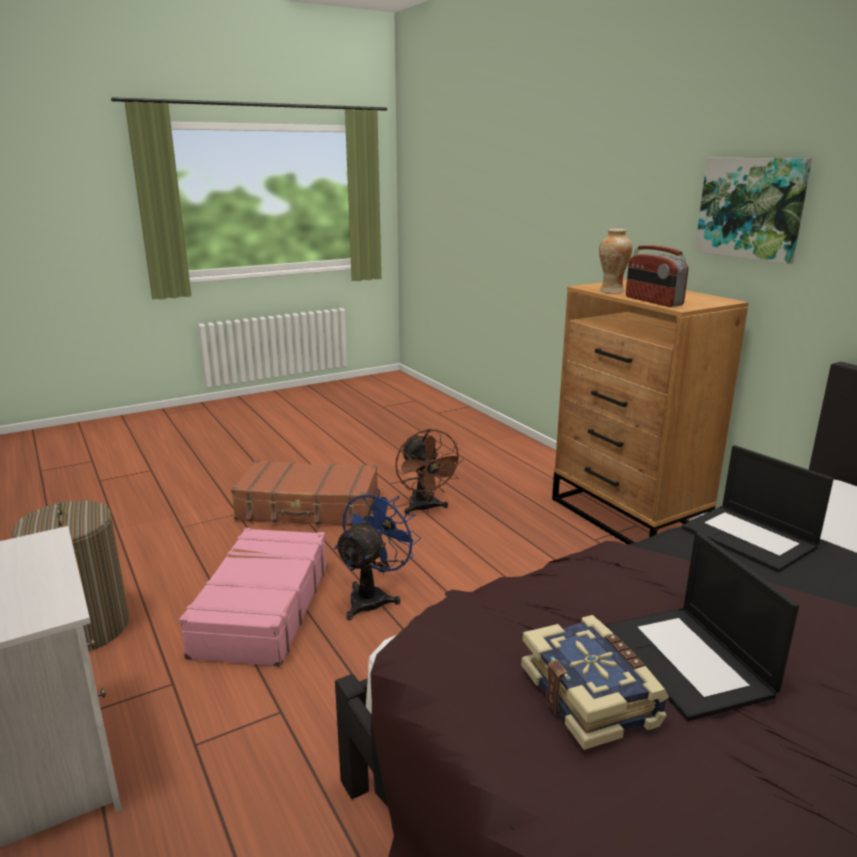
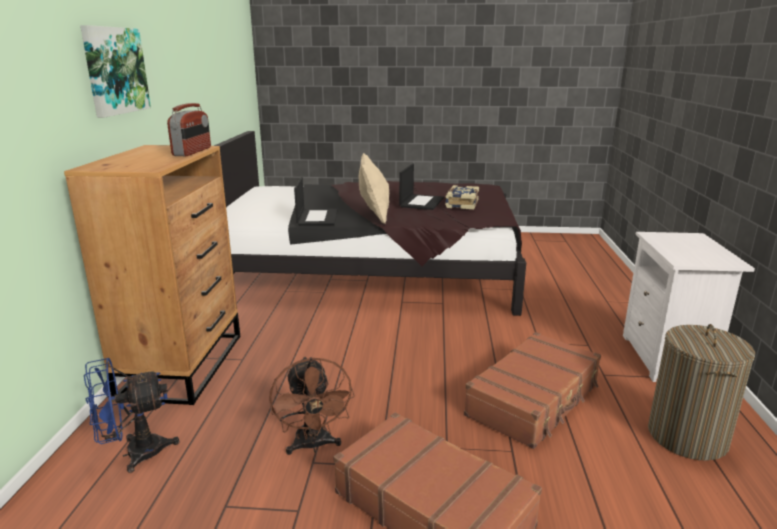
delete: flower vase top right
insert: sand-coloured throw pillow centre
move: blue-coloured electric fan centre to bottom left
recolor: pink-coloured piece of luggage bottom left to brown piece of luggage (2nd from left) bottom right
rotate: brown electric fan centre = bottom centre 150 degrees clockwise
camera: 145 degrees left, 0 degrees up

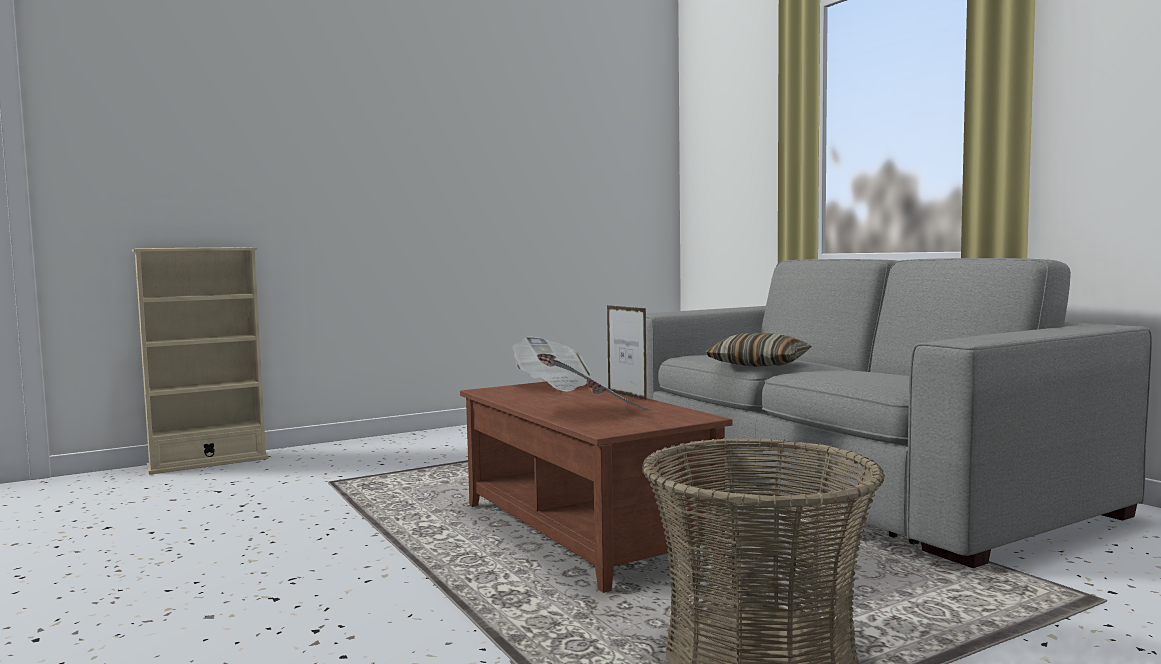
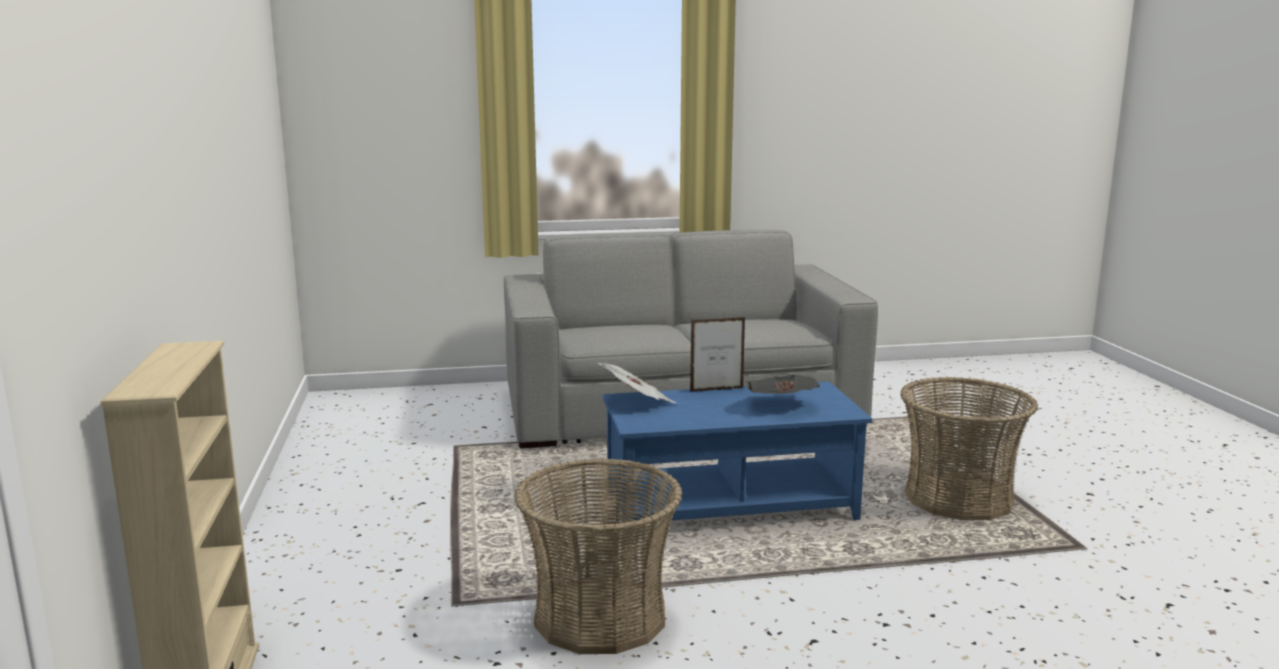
delete: throw pillow centre
insert: basket (1st from left) bottom centre
recolor: brown coffee table bottom centre to blue-coloured coffee table bottom centre
camera: 70 degrees left, 10 degrees up

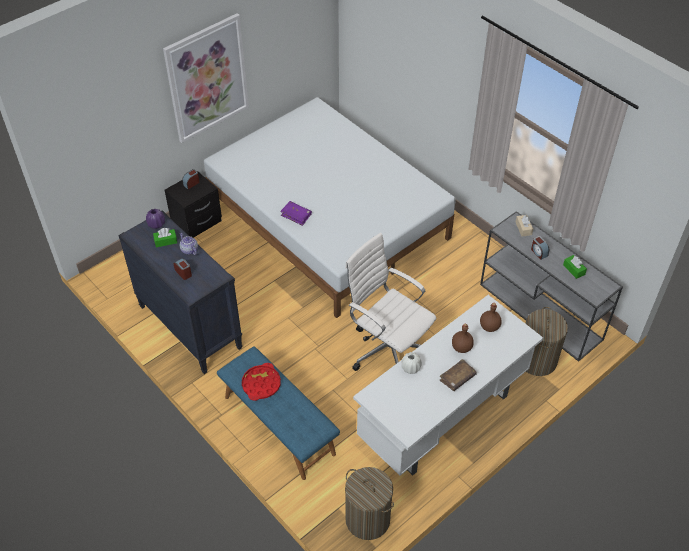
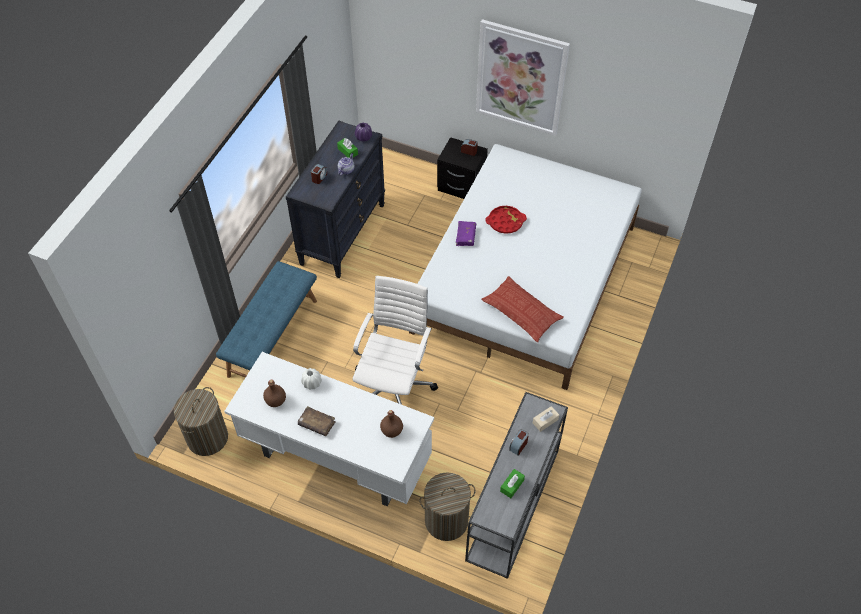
insert: throw pillow centre
move: reddish tray bottom centre to centre; brown drink bottle (1st from left) middle right to middle left
camera: 65 degrees right, 5 degrees up

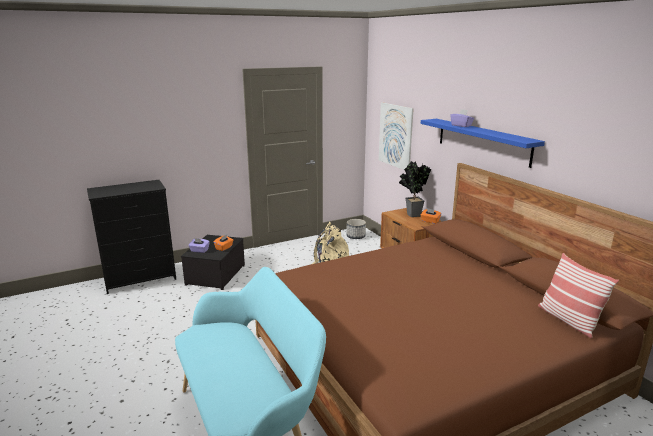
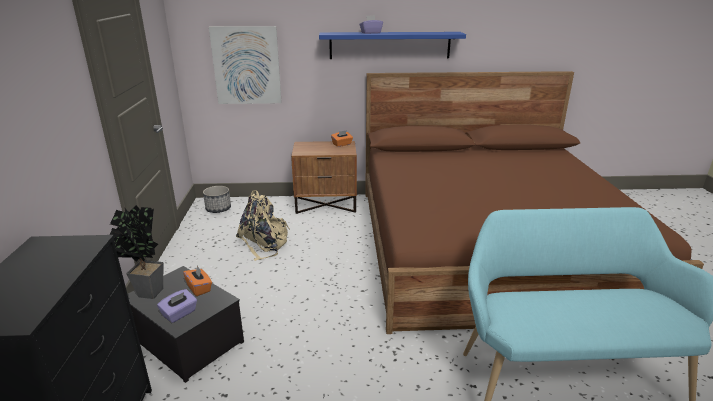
delete: throw pillow bottom right
move: houseplant centre to middle left
camera: 65 degrees left, 5 degrees up

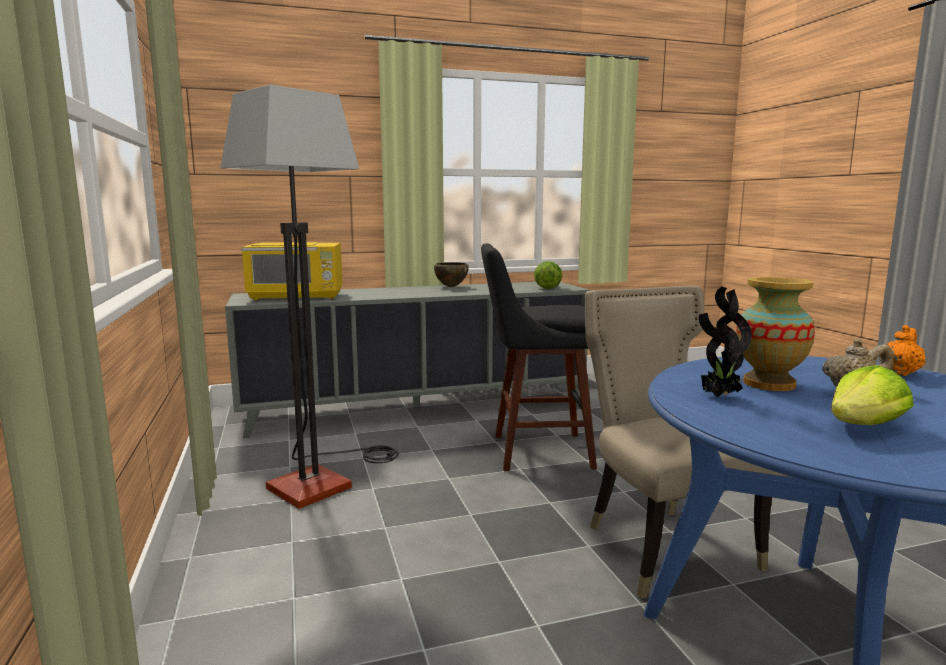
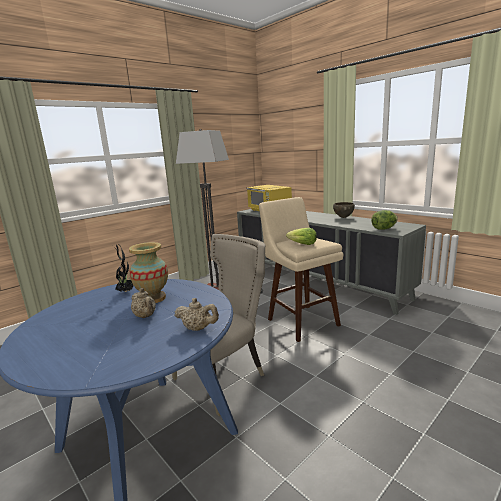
move: head of lettuce (2nd from left in the first image) middle right to head of lettuce (1st from left) centre
recolor: black stool seat centre to sand-coloured stool seat centre; orangey teapot middle right to sand-coloured teapot (2nd from left) centre
camera: 65 degrees right, 5 degrees up

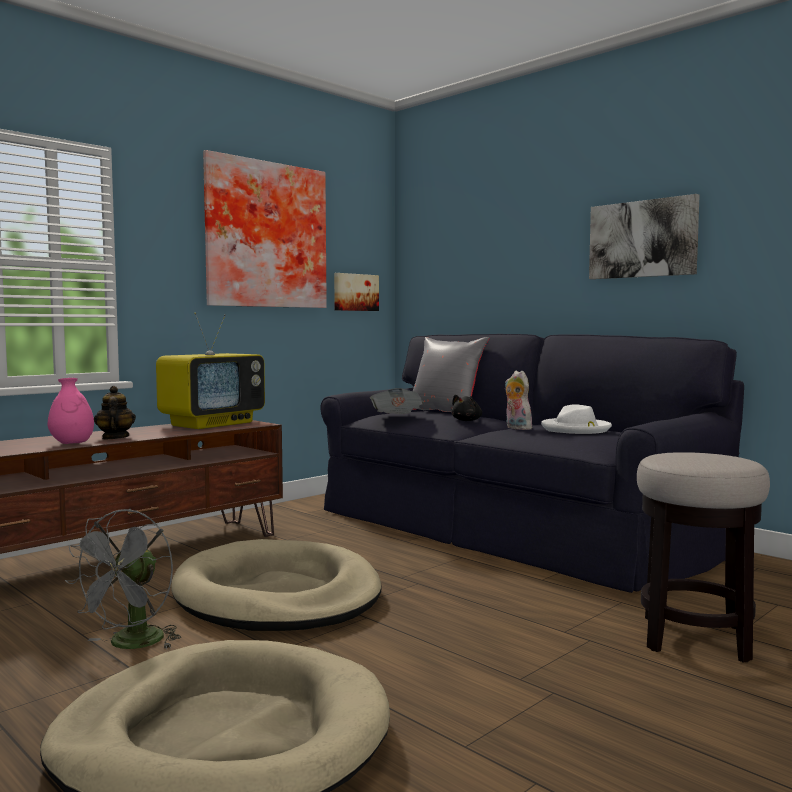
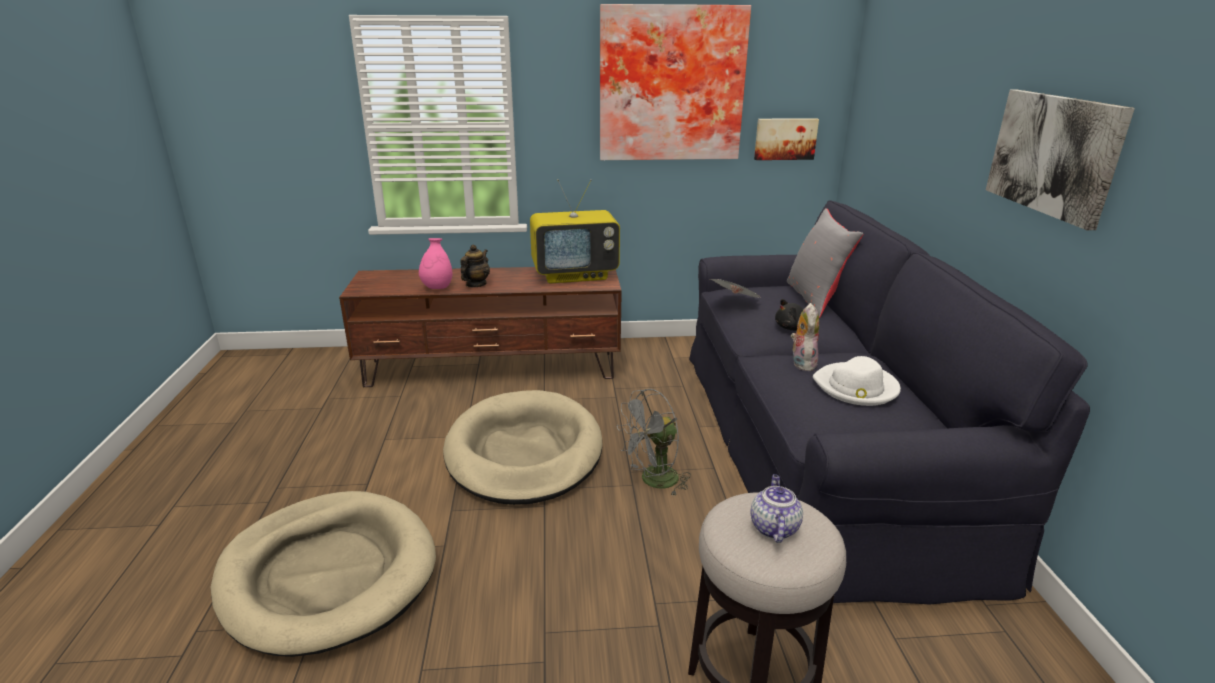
insert: teapot (2nd from left) bottom centre
move: greyish electric fan bottom left to centre
camera: 40 degrees right, 20 degrees up

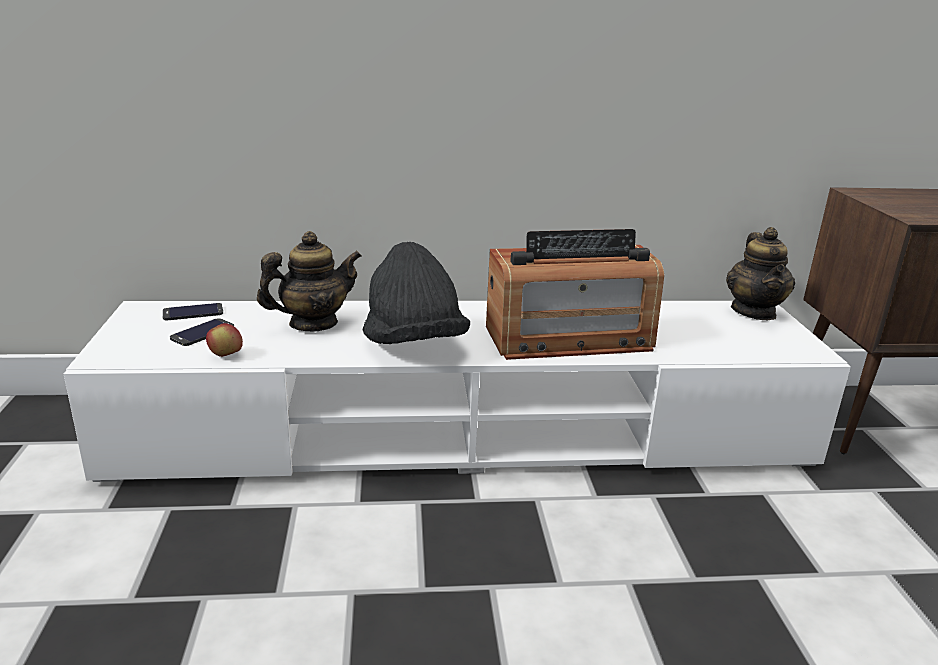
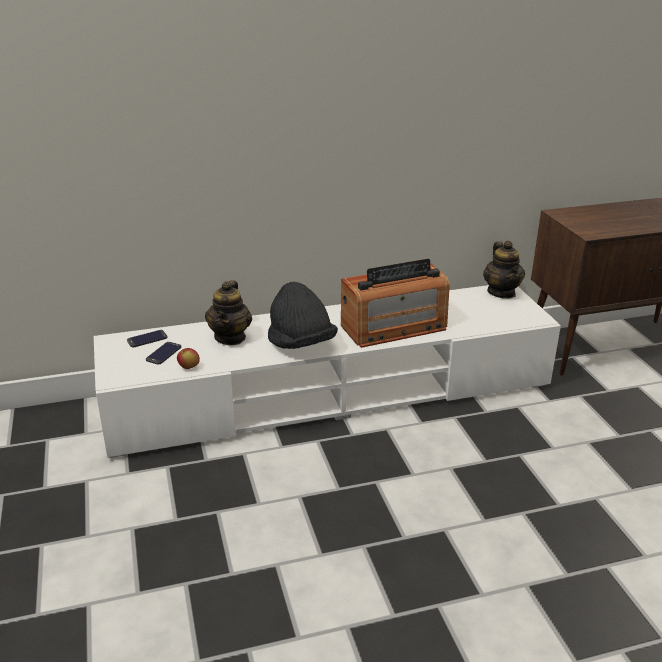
rotate: teapot (1st from left) middle left = centre 135 degrees clockwise
camera: 10 degrees left, 5 degrees up

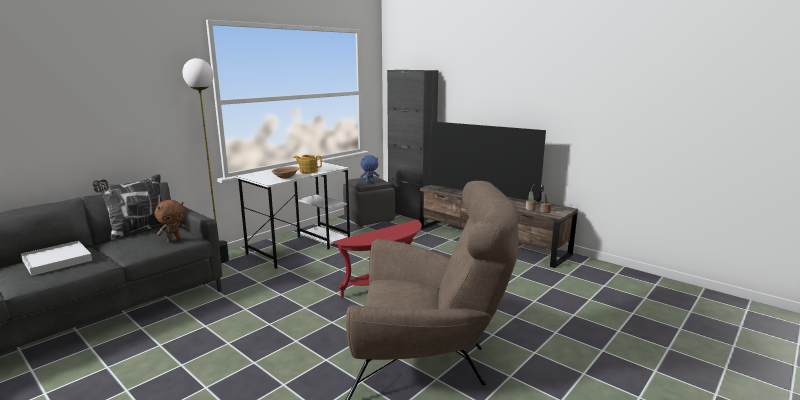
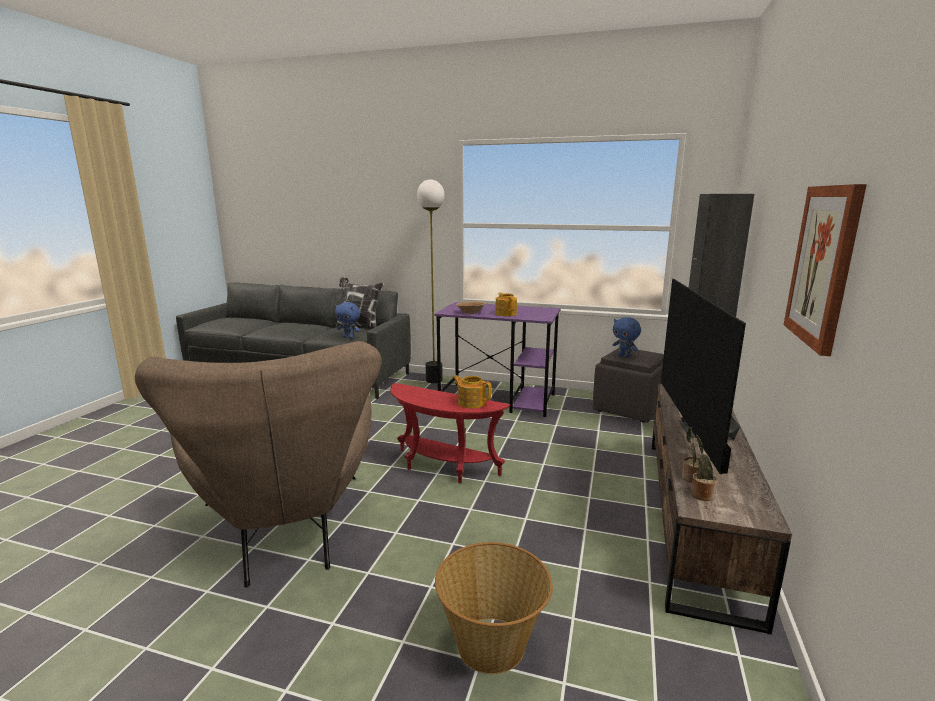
delete: white-coloured tray middle left
insert: basket bottom centre; teapot (1st from left) centre; picture middle right
recolor: brown plush toy middle left to blue-coloured plush toy (1st from left) centre; white-coloured desk table centre to purplish desk table centre
camera: 65 degrees right, 0 degrees up

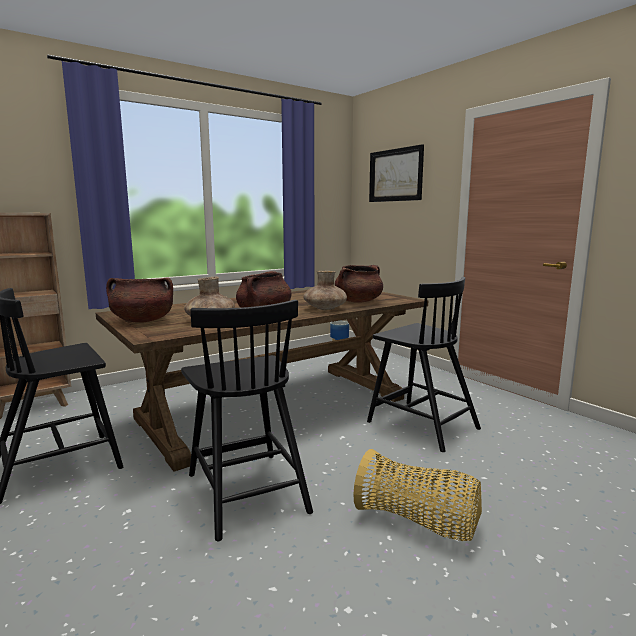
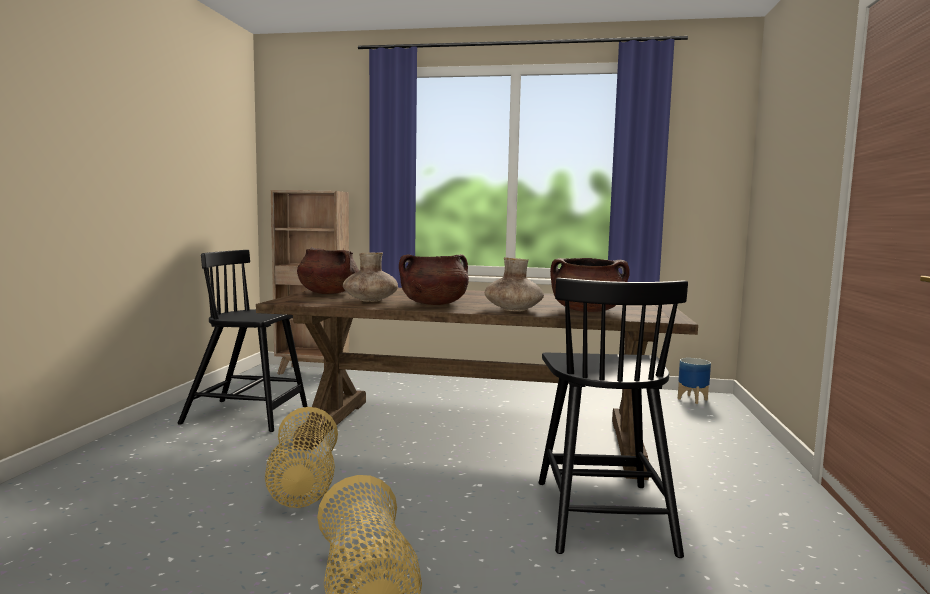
delete: picture top centre
replace: black upright chair (2nd from left) centre to basket (1st from left) bottom left
camera: 45 degrees right, 5 degrees down

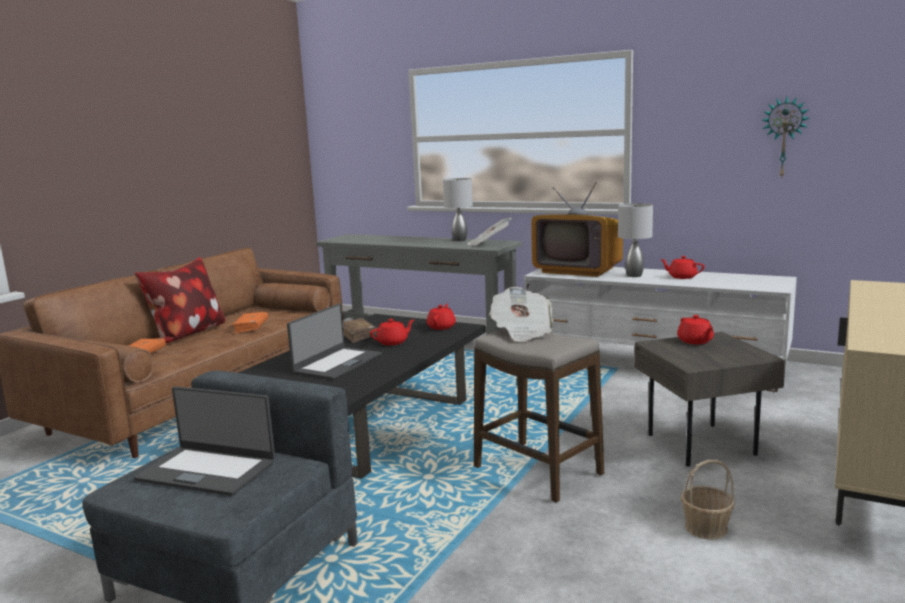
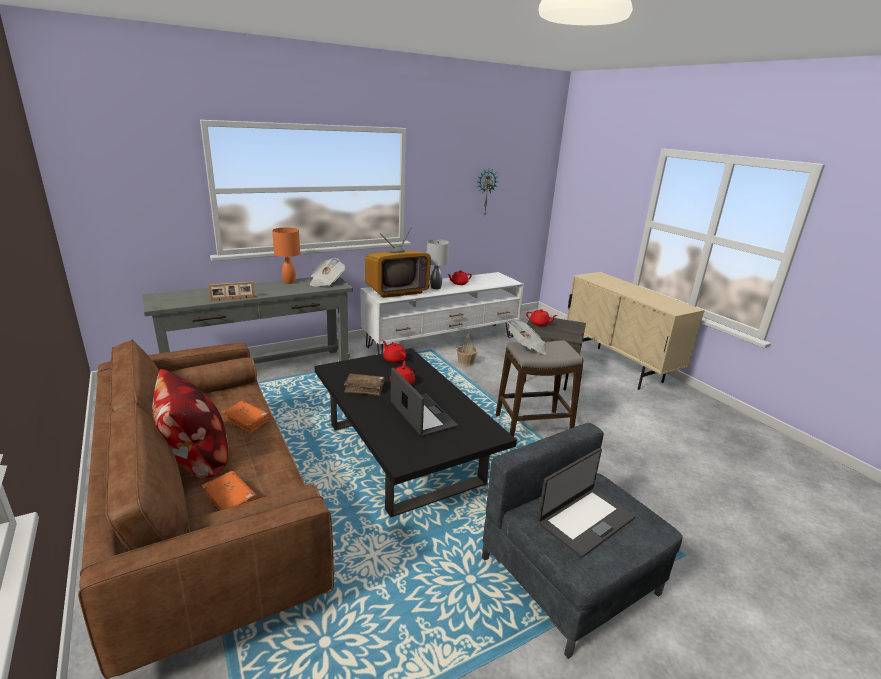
insert: photo frame middle left
move: basket bottom right to centre
recolor: greyish lamp for a table (1st from left) centre to orangey lamp for a table middle left
camera: 60 degrees left, 10 degrees up

